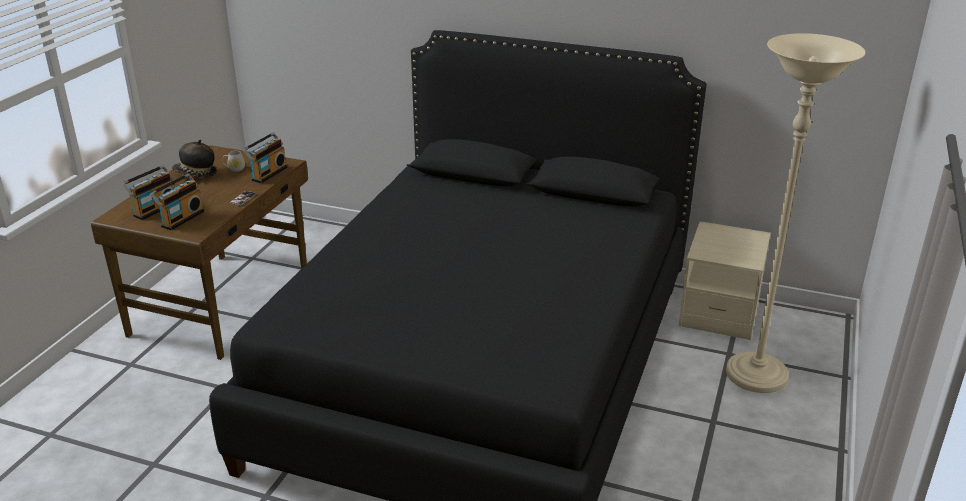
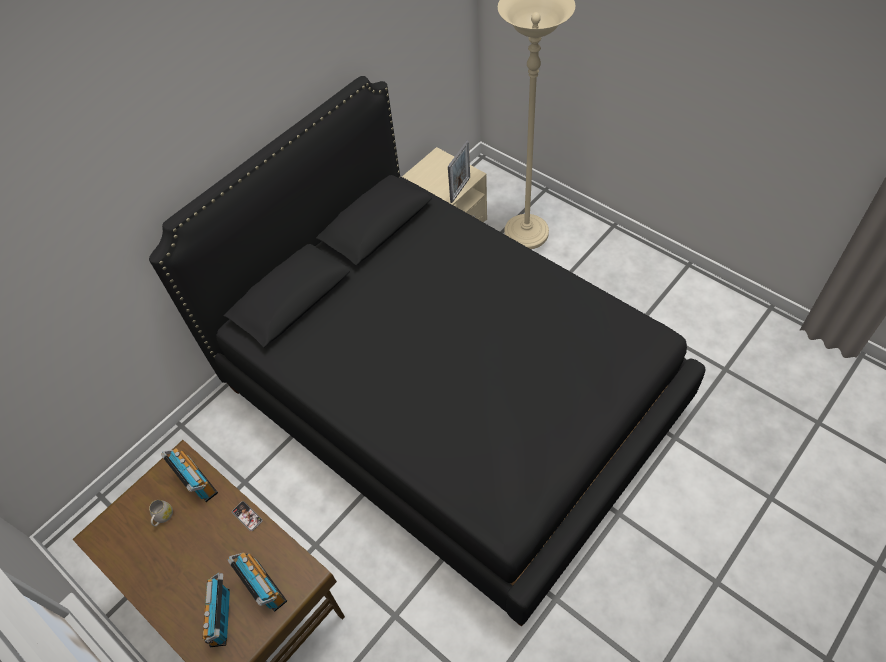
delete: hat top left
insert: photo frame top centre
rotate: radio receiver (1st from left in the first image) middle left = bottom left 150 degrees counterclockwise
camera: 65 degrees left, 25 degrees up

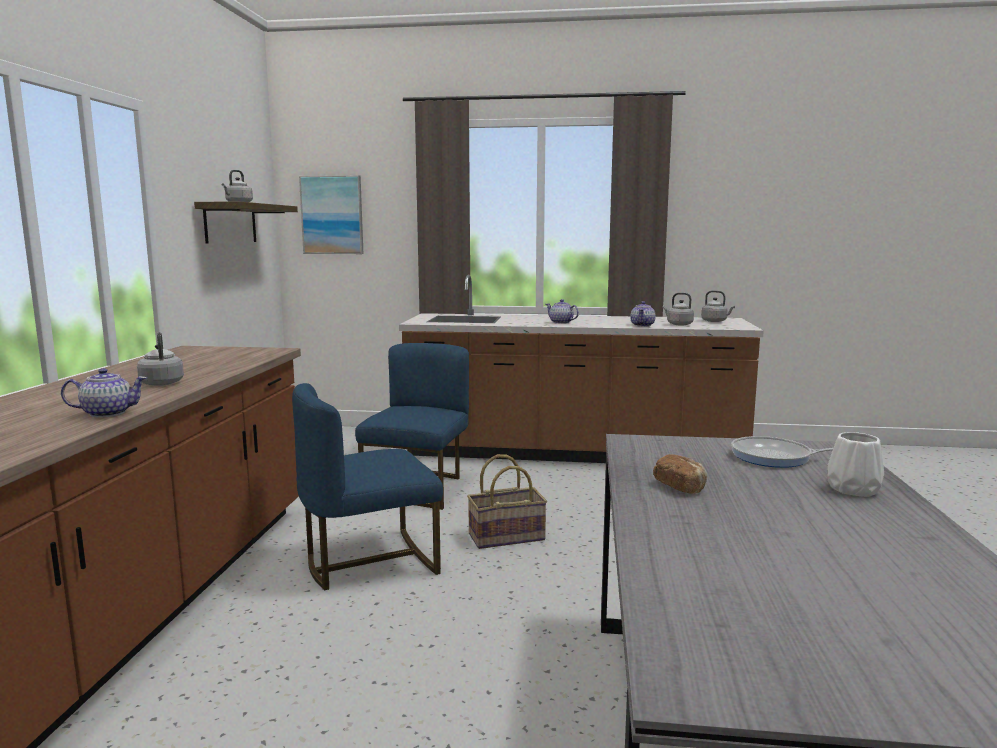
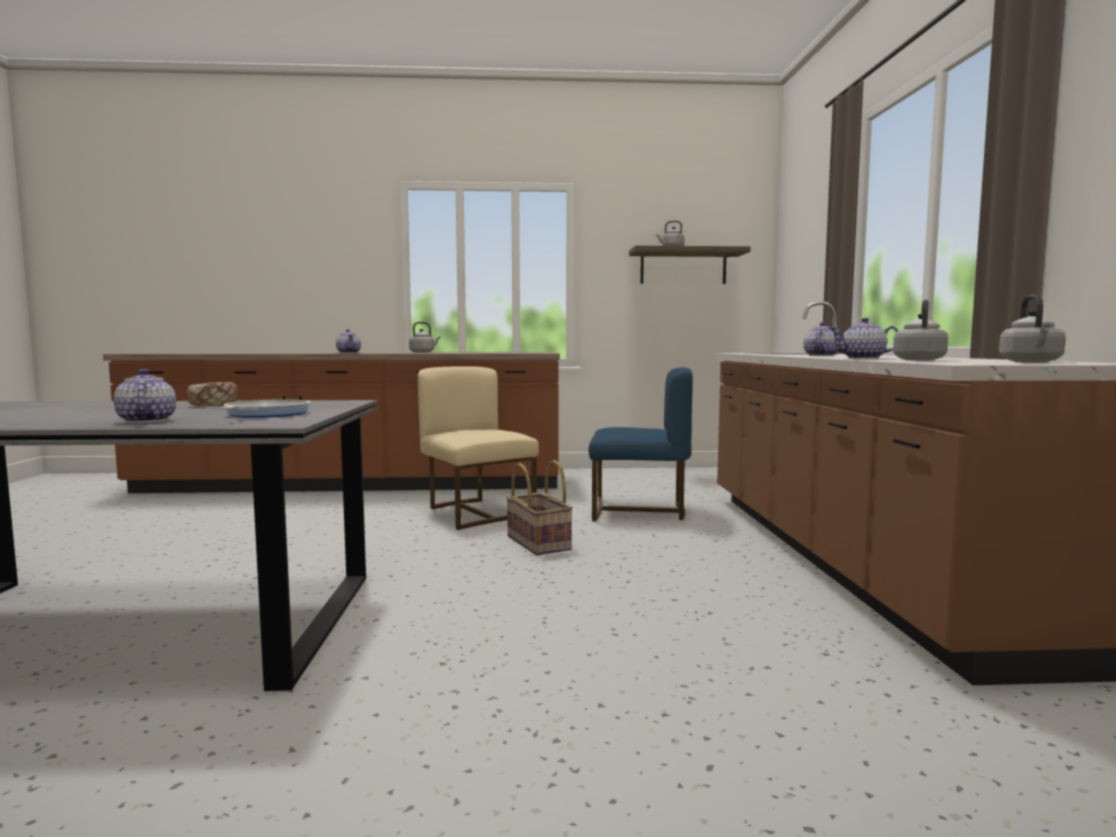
delete: picture top left
replace: white-coloured flower vase middle right to teapot (1st from left) middle left
recolor: blue-coloured upright chair (1st from left) centre to sand-coloured upright chair centre
camera: 80 degrees right, 5 degrees down

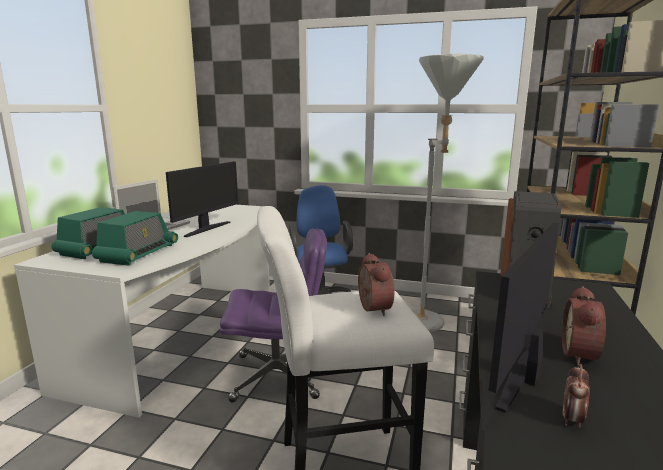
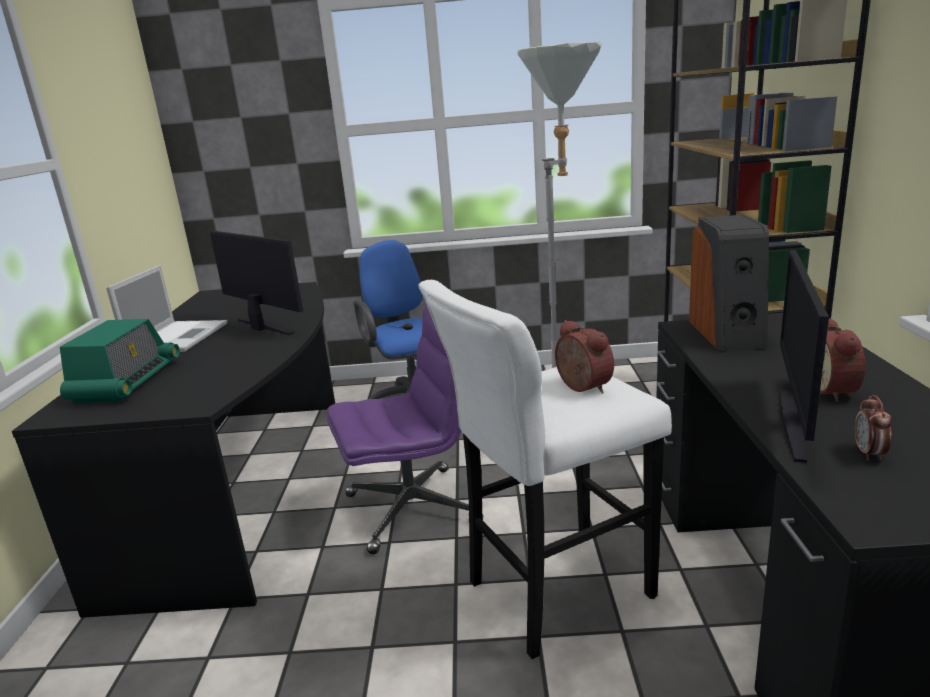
delete: radio receiver (2nd from left) middle left
recolor: white-coloured desk table middle left to black desk table (1st from left) middle left
rotate: computer screen (1st from left) middle left = middle left 60 degrees counterclockwise
camera: 15 degrees left, 5 degrees up

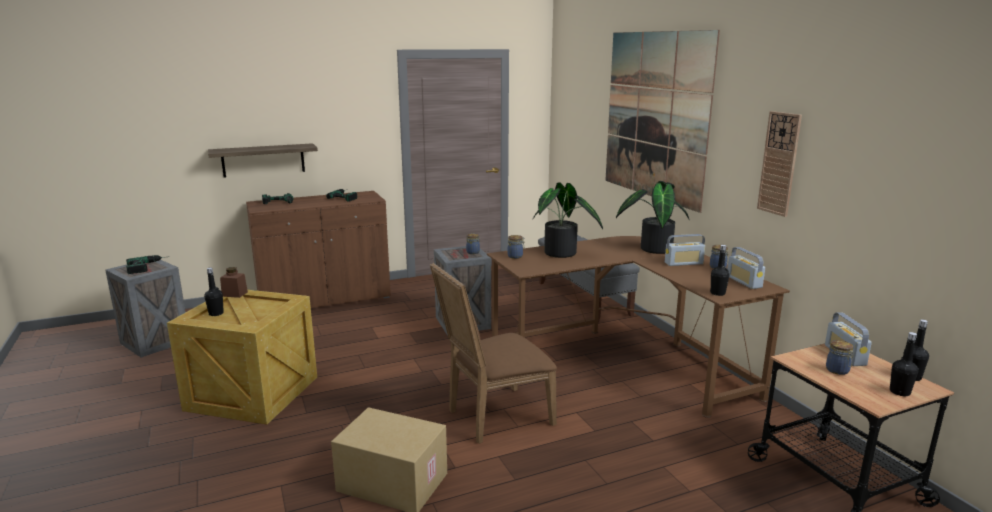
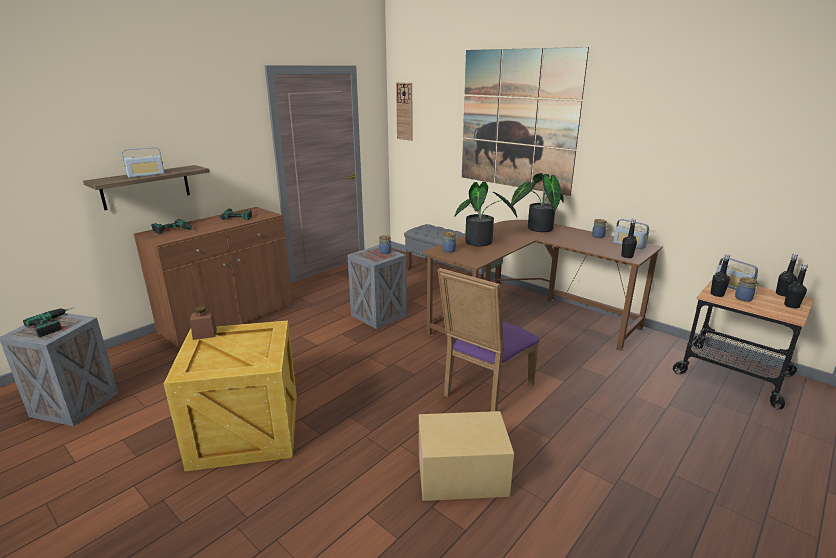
move: black drink bottle (1st from left in the first image) middle left to black drink bottle (2nd from left) middle right; radio receiver (1st from left) middle right to top left; wall clock top right to top centre
recolor: brown upright chair bottom centre to purplish upright chair centre
camera: 25 degrees left, 5 degrees up

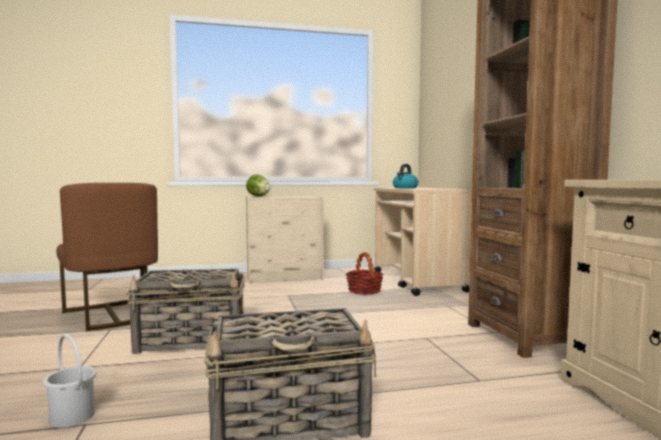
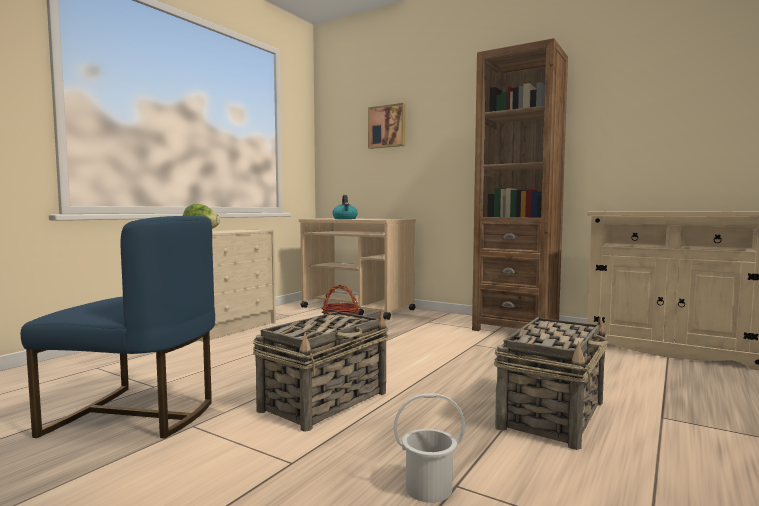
insert: picture top centre
recolor: brown upright chair middle left to blue-coloured upright chair middle left
camera: 45 degrees left, 0 degrees up

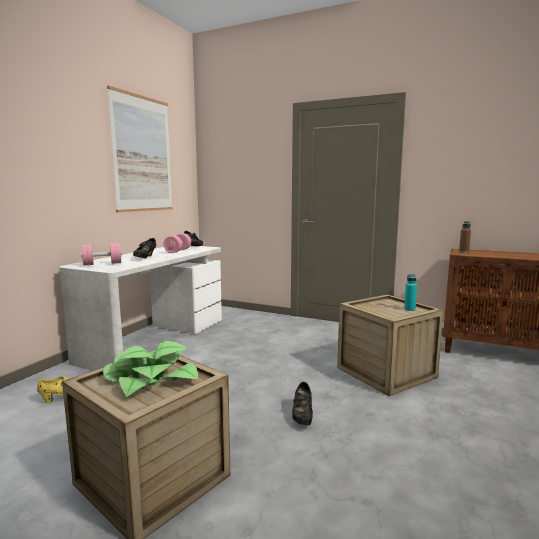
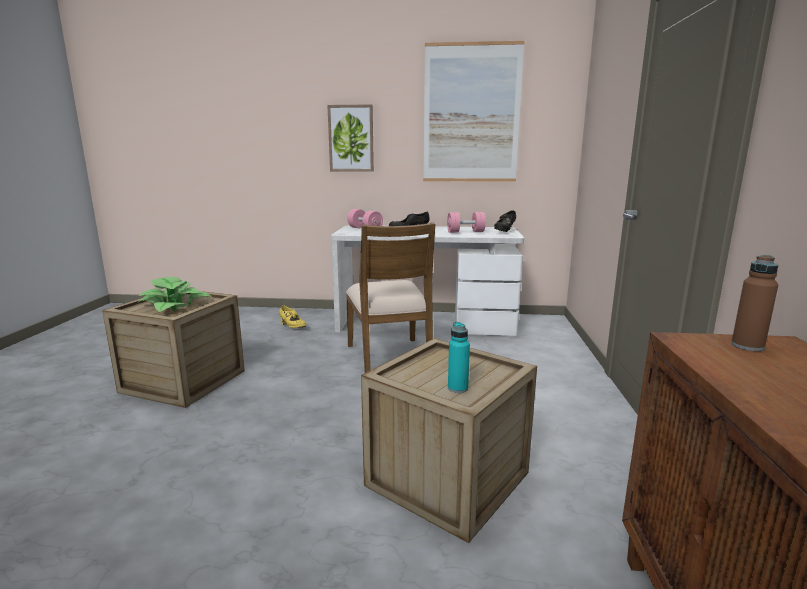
delete: black item of footwear (3rd from left) bottom centre
insert: picture (1st from left) top centre; brown upright chair centre
camera: 70 degrees right, 5 degrees up

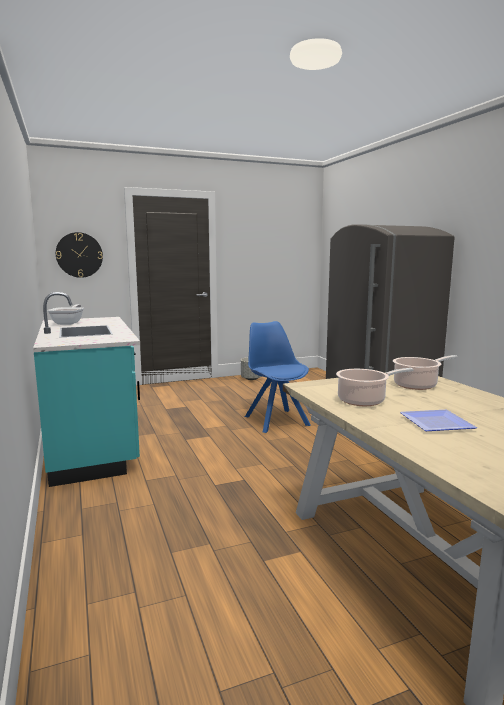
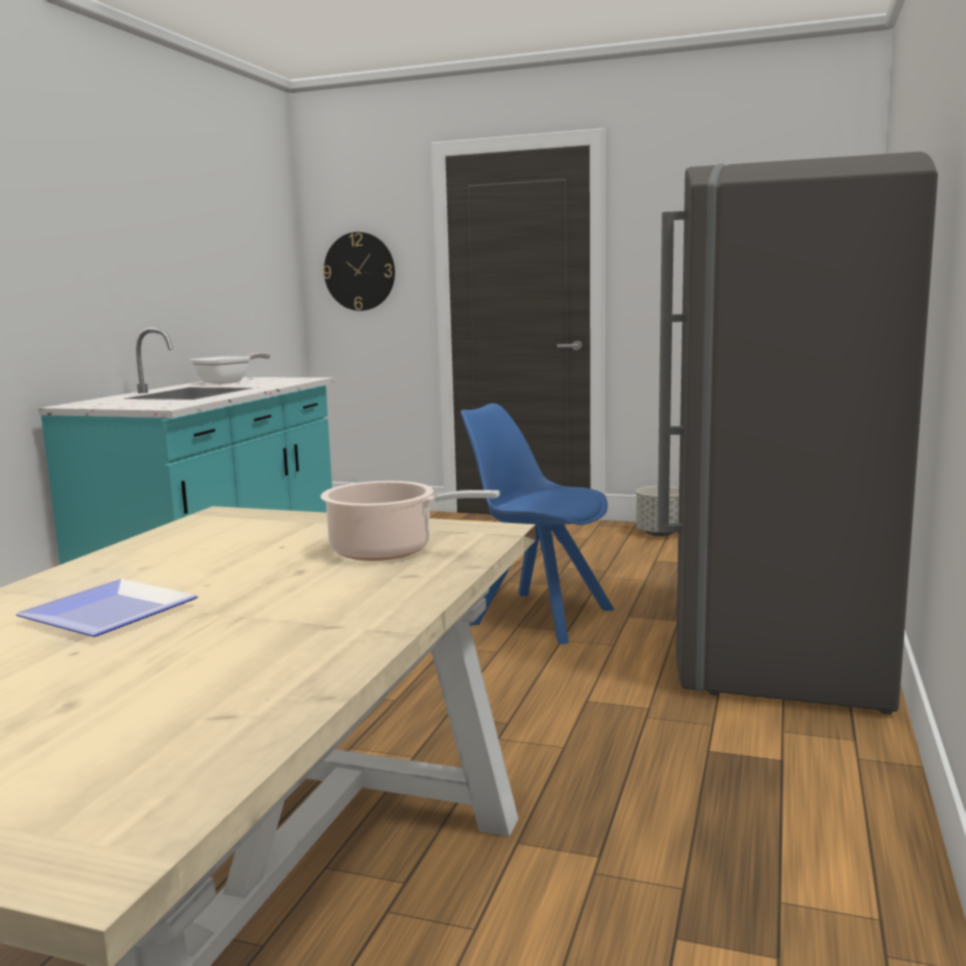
delete: saucepot (1st from left) middle right
rotate: blue-coloured upright chair centre = centre 75 degrees counterclockwise
camera: 40 degrees right, 0 degrees up

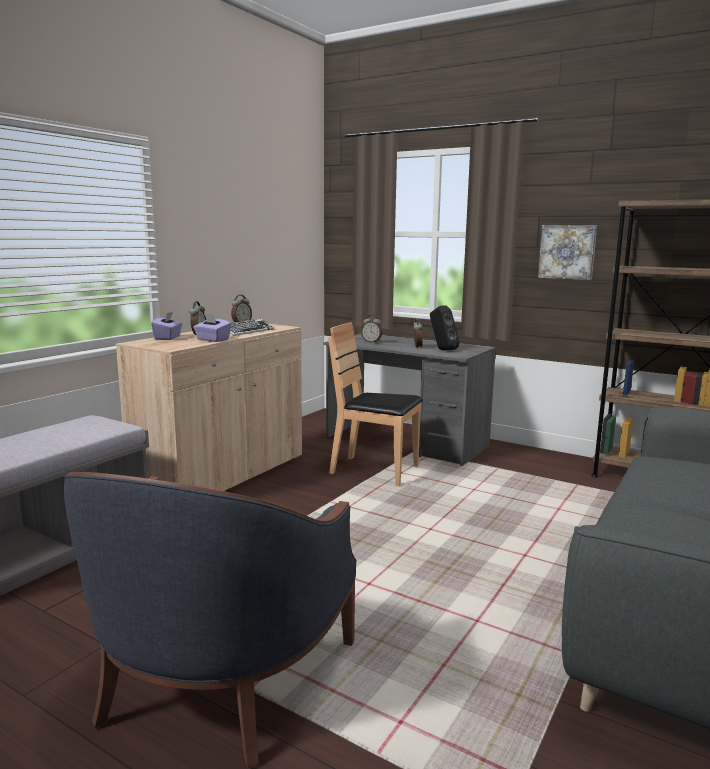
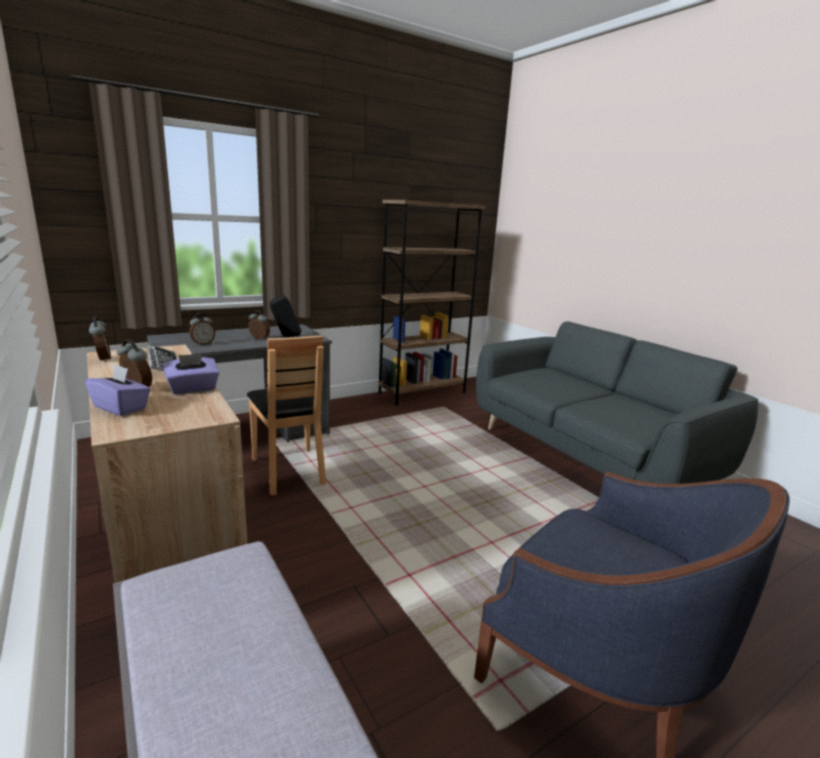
delete: picture top right
rotate: brown upright chair centre = centre 75 degrees counterclockwise
camera: 65 degrees left, 5 degrees up

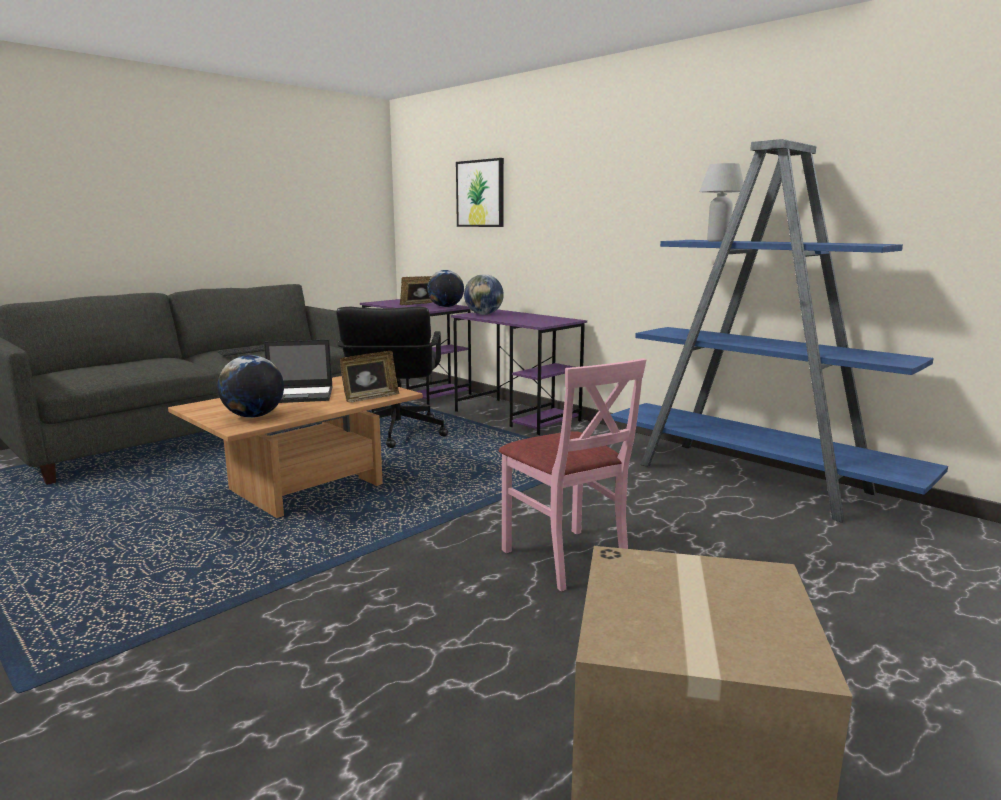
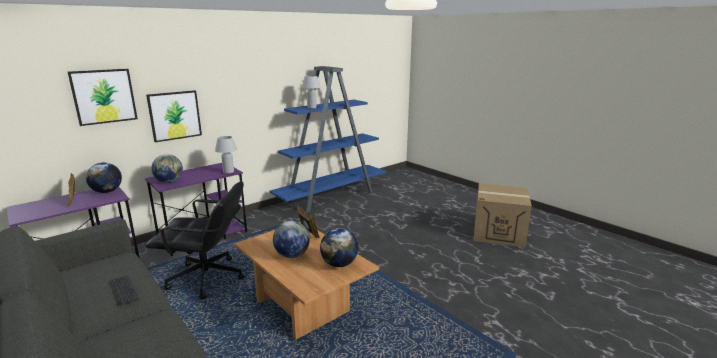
delete: pink-coloured upright chair centre
insert: picture (2nd from left) top left; white-coloured lamp for a table (1st from left) middle left
replace: notebook computer middle left to globe (3rd from left) bottom centre
camera: 85 degrees left, 5 degrees up

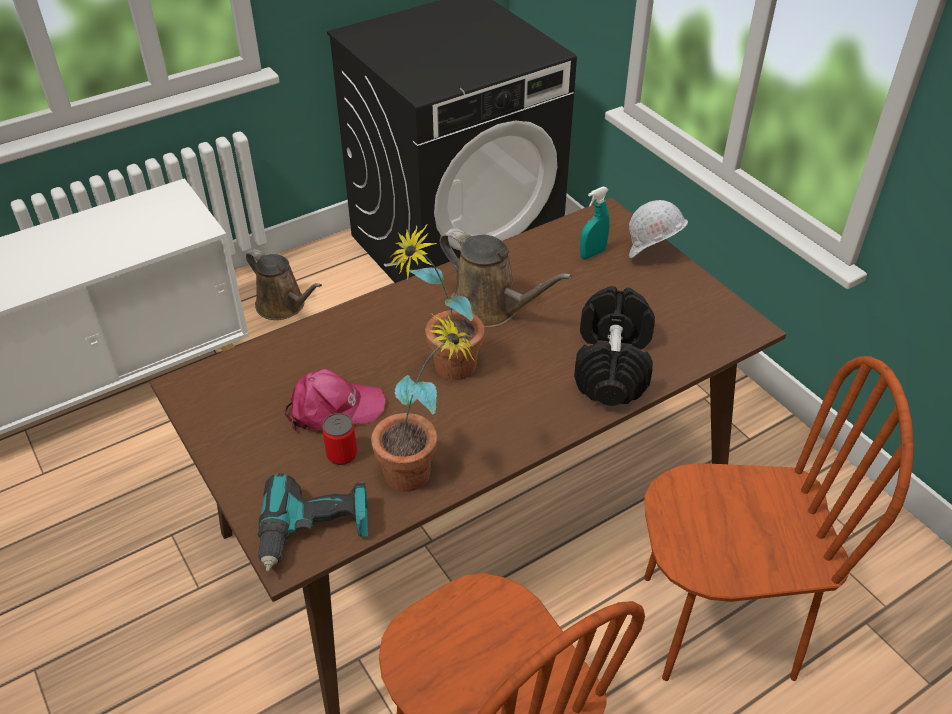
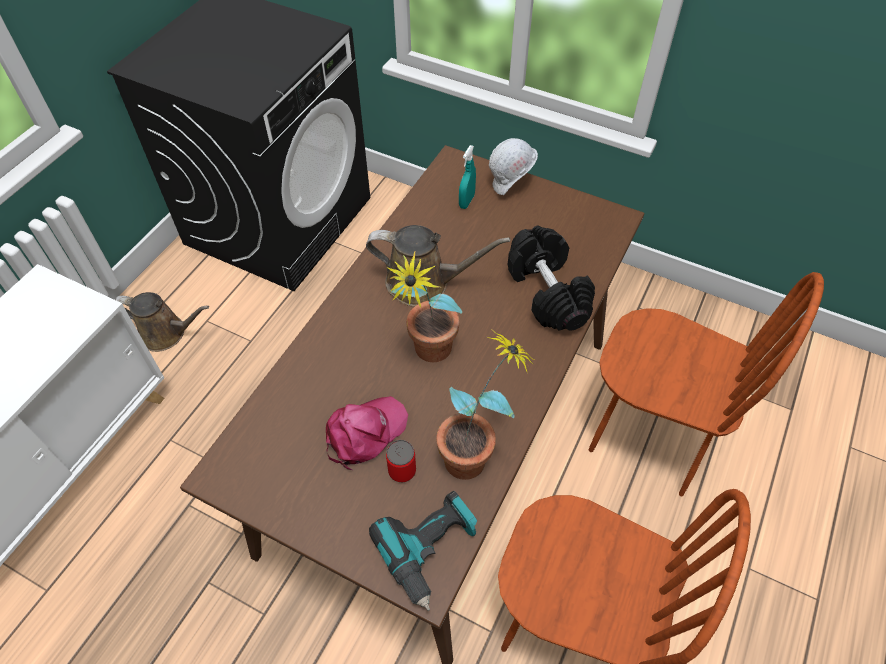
rotate: brown upright chair (2nd from left) bottom right = middle right 60 degrees clockwise
camera: 30 degrees left, 10 degrees up

